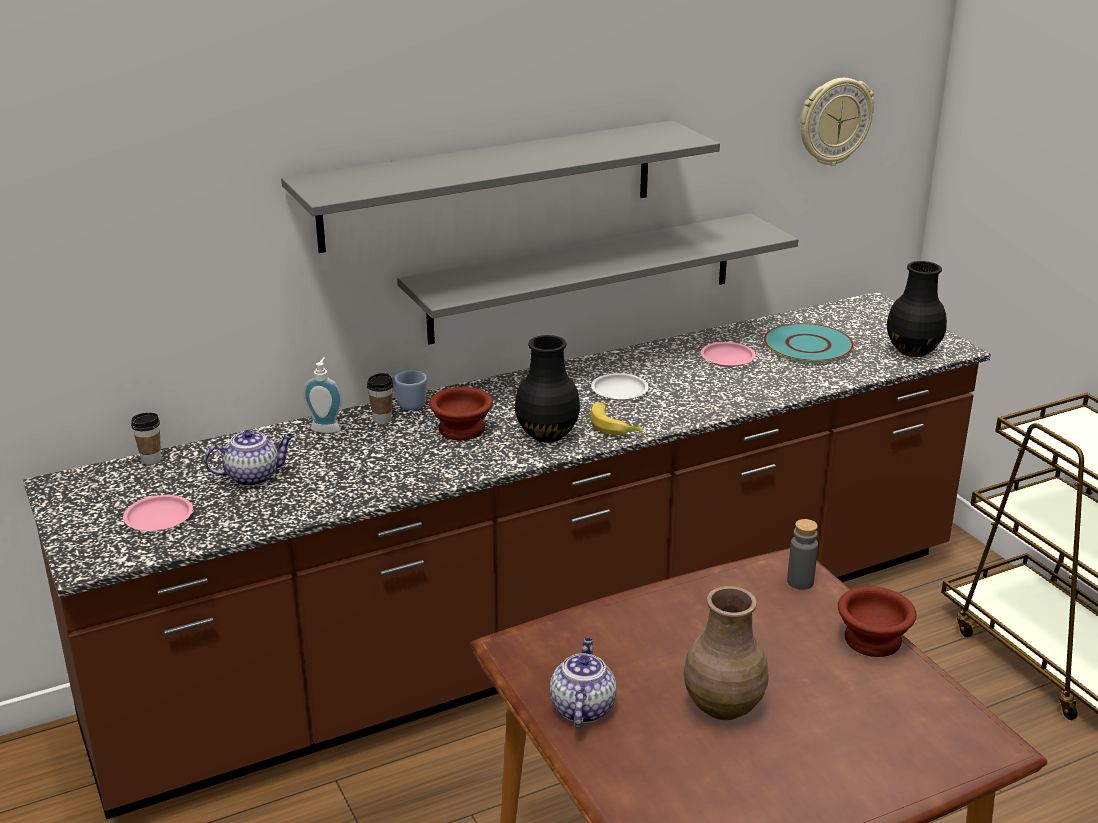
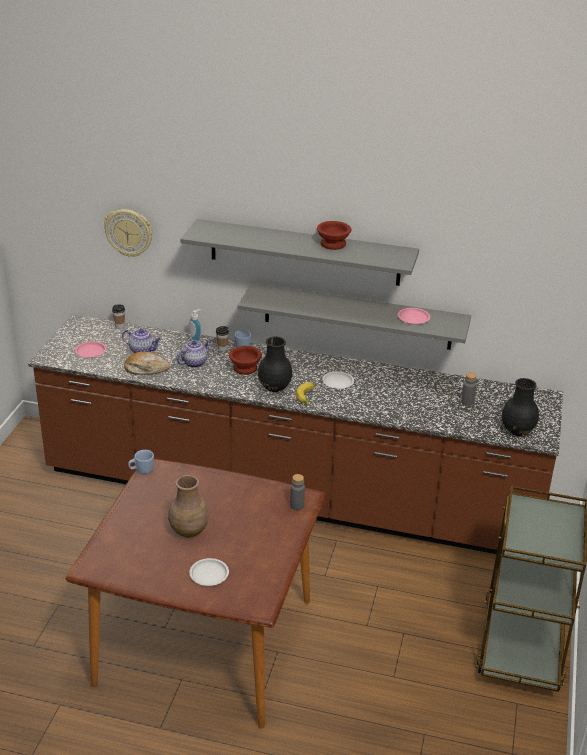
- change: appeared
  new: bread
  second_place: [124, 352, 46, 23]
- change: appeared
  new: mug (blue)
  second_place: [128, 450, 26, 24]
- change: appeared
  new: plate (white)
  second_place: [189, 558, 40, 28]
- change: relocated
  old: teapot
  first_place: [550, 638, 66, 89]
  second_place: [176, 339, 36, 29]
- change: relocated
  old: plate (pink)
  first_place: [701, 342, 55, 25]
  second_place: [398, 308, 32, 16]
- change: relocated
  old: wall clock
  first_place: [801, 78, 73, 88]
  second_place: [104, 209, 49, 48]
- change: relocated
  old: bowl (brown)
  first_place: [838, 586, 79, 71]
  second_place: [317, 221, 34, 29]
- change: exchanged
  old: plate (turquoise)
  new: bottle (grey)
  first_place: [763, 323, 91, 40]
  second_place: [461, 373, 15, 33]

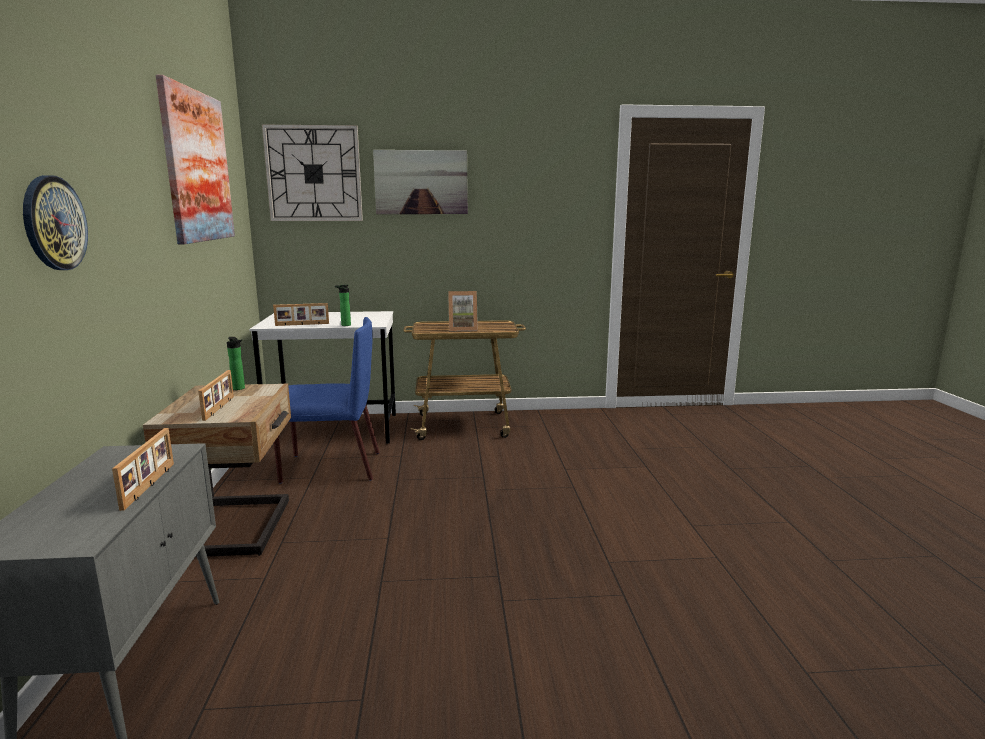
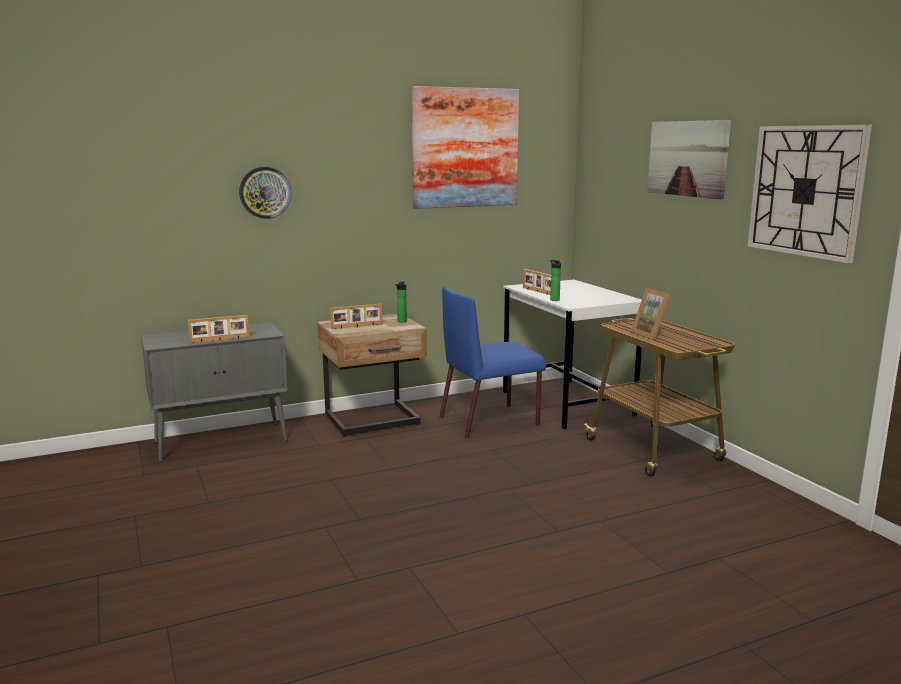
- change: relocated
  old: wall clock
  first_place: [262, 125, 101, 96]
  second_place: [747, 124, 125, 139]
- change: spun
  old: chair (blue)
  first_place: [274, 317, 106, 167]
  second_place: [439, 287, 107, 152]
  degrees: 90

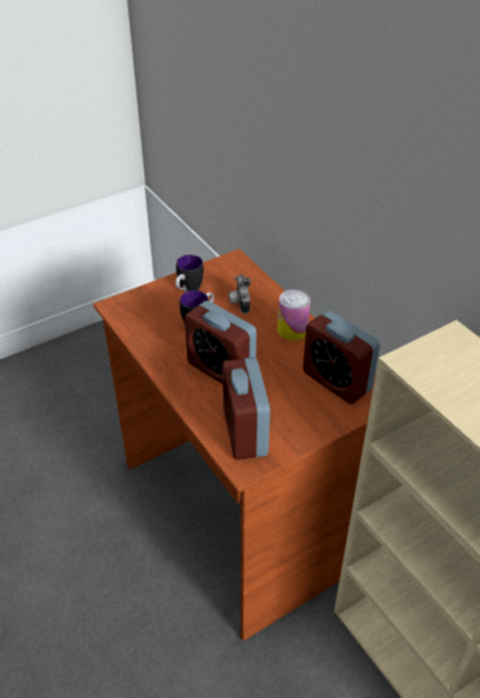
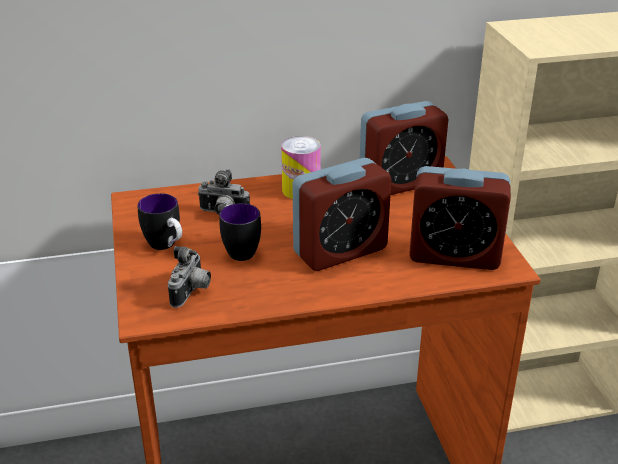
- change: appeared
  new: photo camera
  second_place: [168, 246, 43, 62]

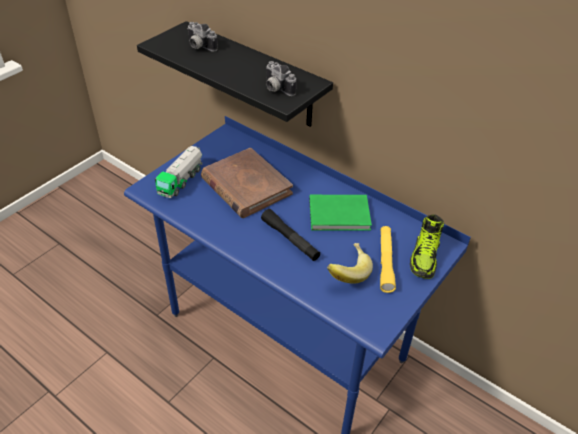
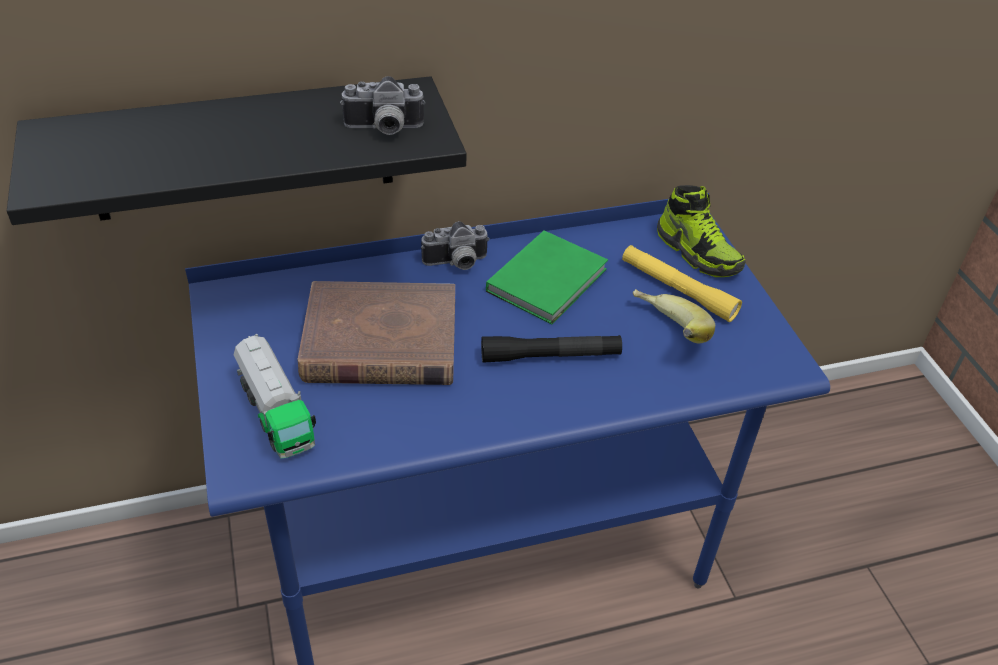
- change: relocated
  old: photo camera
  first_place: [187, 22, 31, 30]
  second_place: [421, 221, 69, 49]

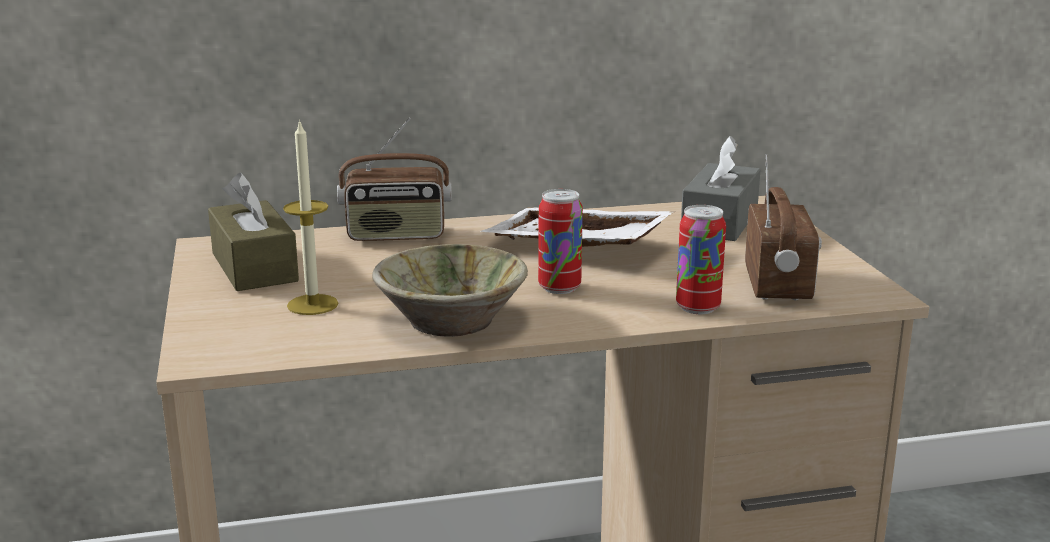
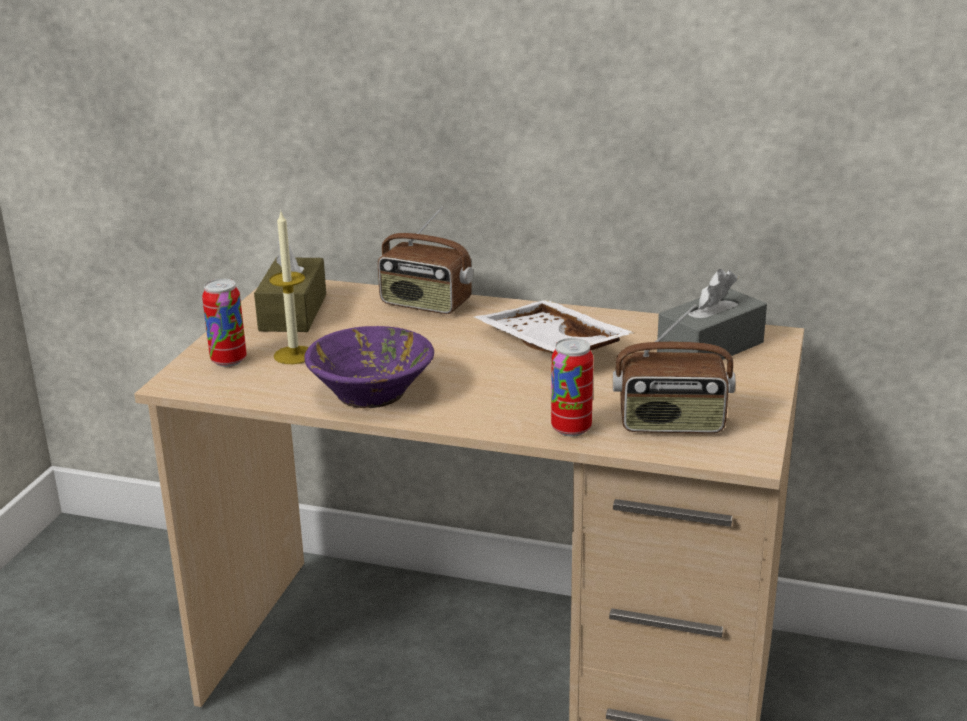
- change: relocated
  old: can
  first_place: [538, 189, 45, 105]
  second_place: [202, 279, 45, 88]
- change: colour
  old: bowl (beige)
  new: bowl (purple)
  first_place: [372, 244, 156, 93]
  second_place: [305, 326, 129, 82]
- change: spun
  old: radio
  first_place: [745, 154, 77, 146]
  second_place: [613, 304, 122, 129]
  degrees: 60

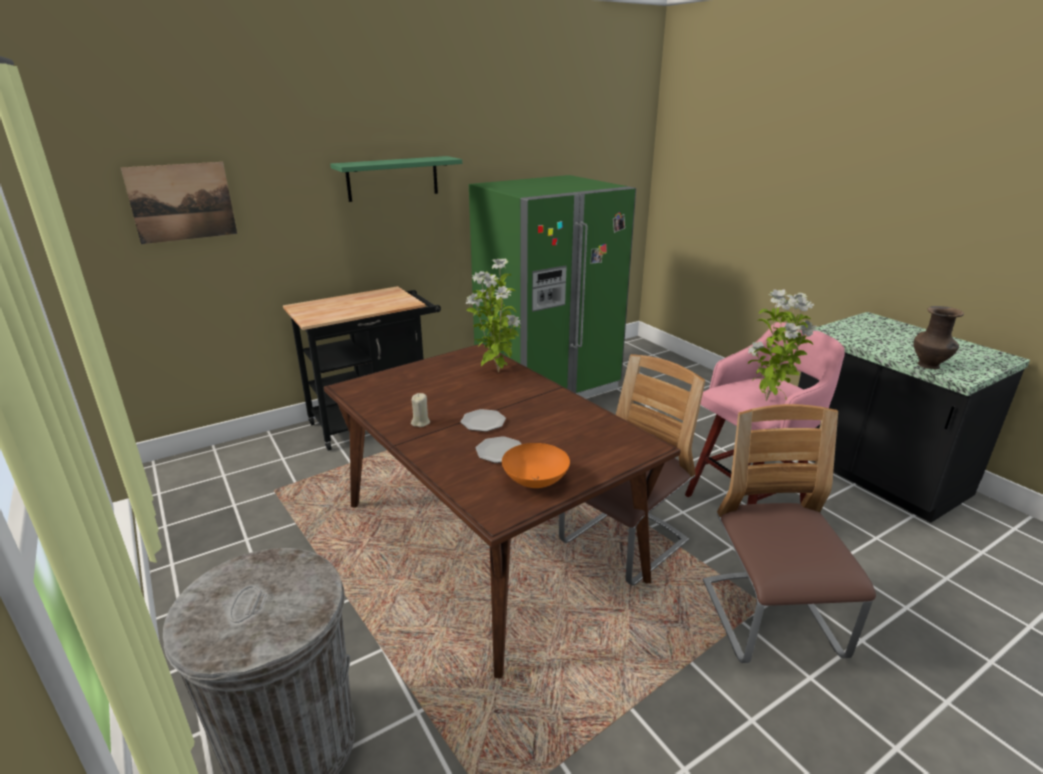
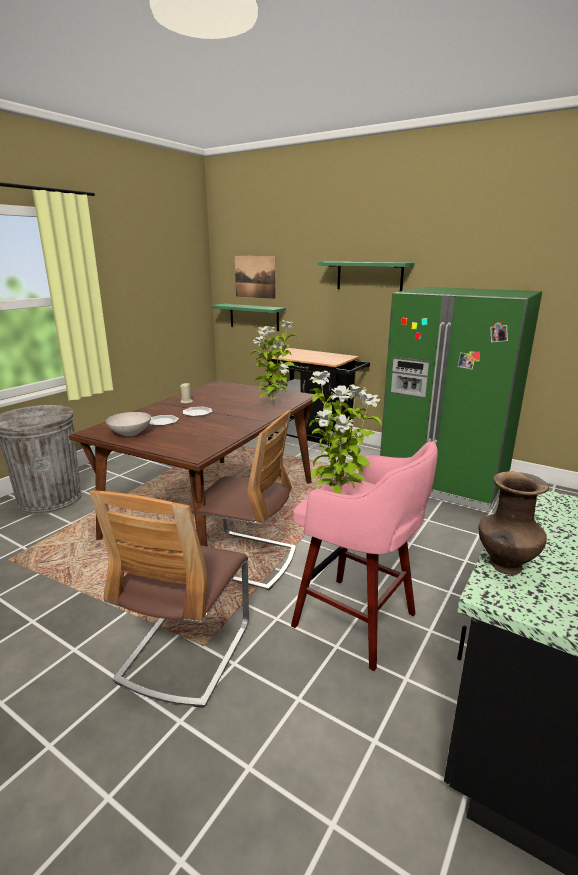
- change: appeared
  new: shelf (green)
  second_place: [211, 304, 75, 27]
- change: colour
  old: bowl (orange)
  new: bowl (white)
  first_place: [502, 443, 68, 45]
  second_place: [106, 412, 45, 24]
- change: spun
  old: chair
  first_place: [703, 404, 173, 259]
  second_place: [90, 490, 159, 218]
  degrees: 135

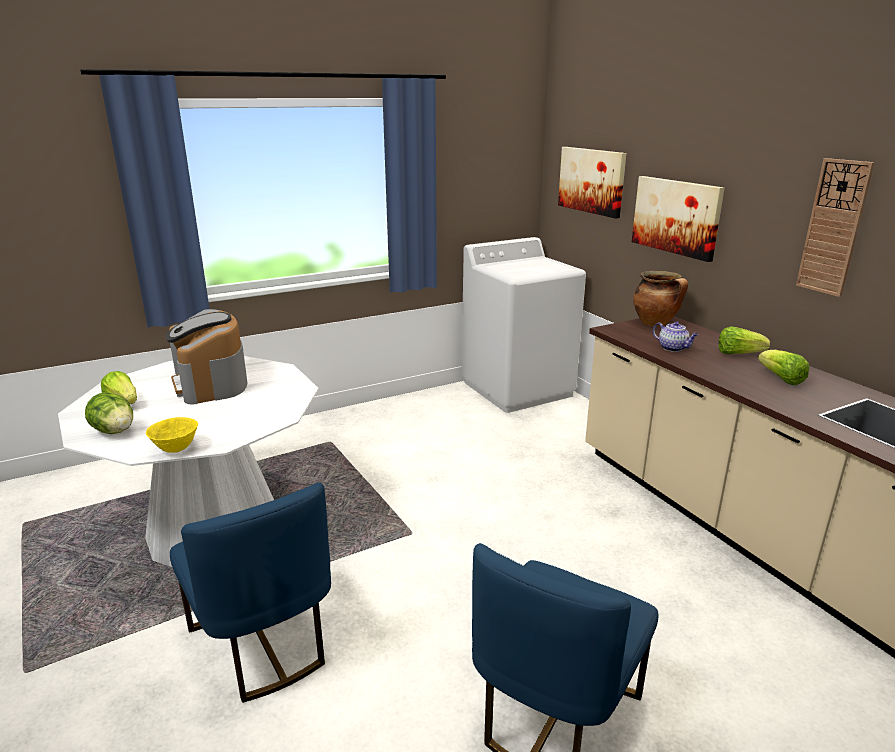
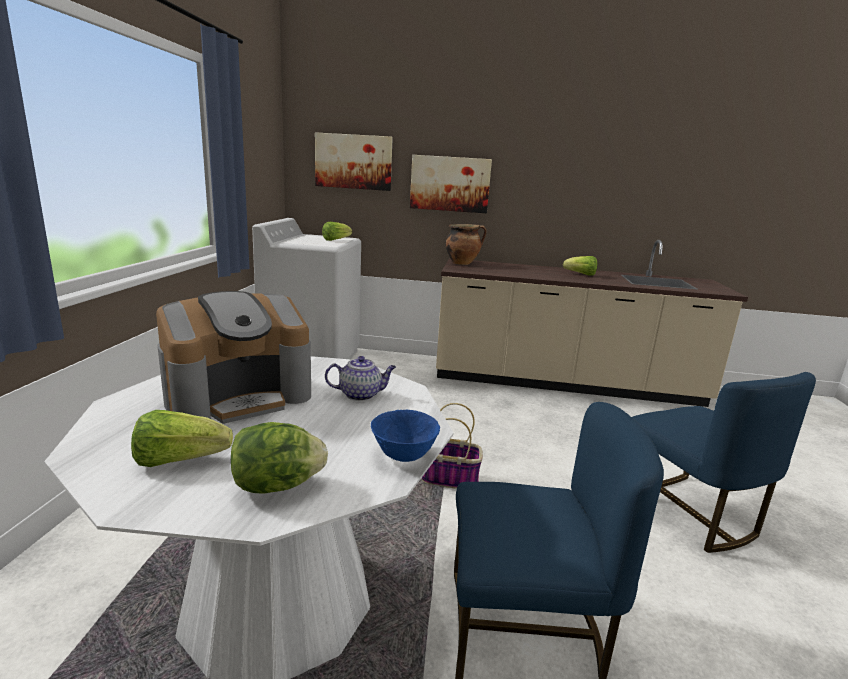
- change: missing
  old: wall clock
  first_place: [796, 158, 79, 139]
- change: appeared
  new: basket
  second_place: [422, 403, 61, 86]
- change: relocated
  old: teapot
  first_place: [653, 322, 46, 30]
  second_place: [325, 356, 71, 45]
- change: relocated
  old: lettuce
  first_place: [719, 326, 51, 29]
  second_place: [322, 222, 30, 19]
- change: colour
  old: bowl (yellow)
  new: bowl (blue)
  first_place: [146, 417, 52, 36]
  second_place: [371, 410, 69, 52]
- change: spun
  old: coffee machine
  first_place: [165, 309, 83, 96]
  second_place: [156, 291, 155, 133]
  degrees: -45

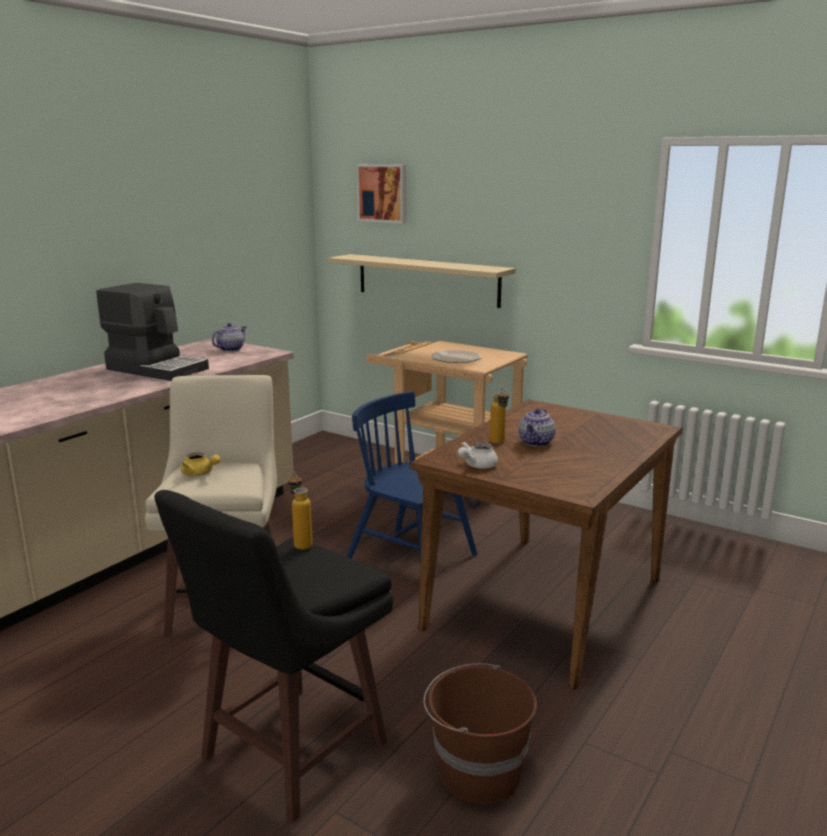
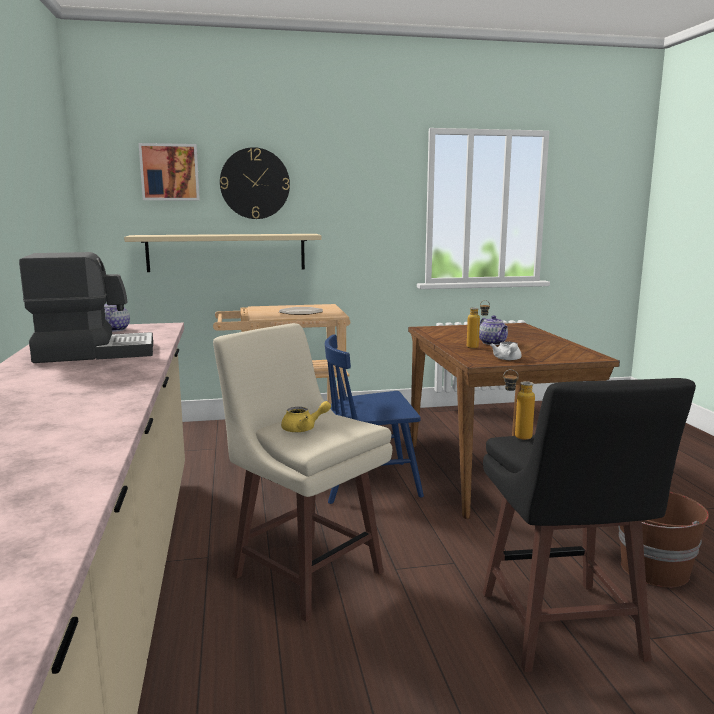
- change: appeared
  new: wall clock
  second_place: [220, 147, 70, 72]

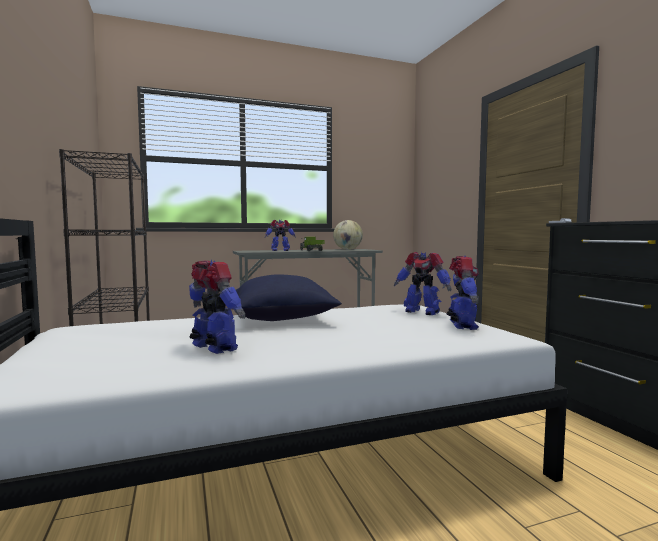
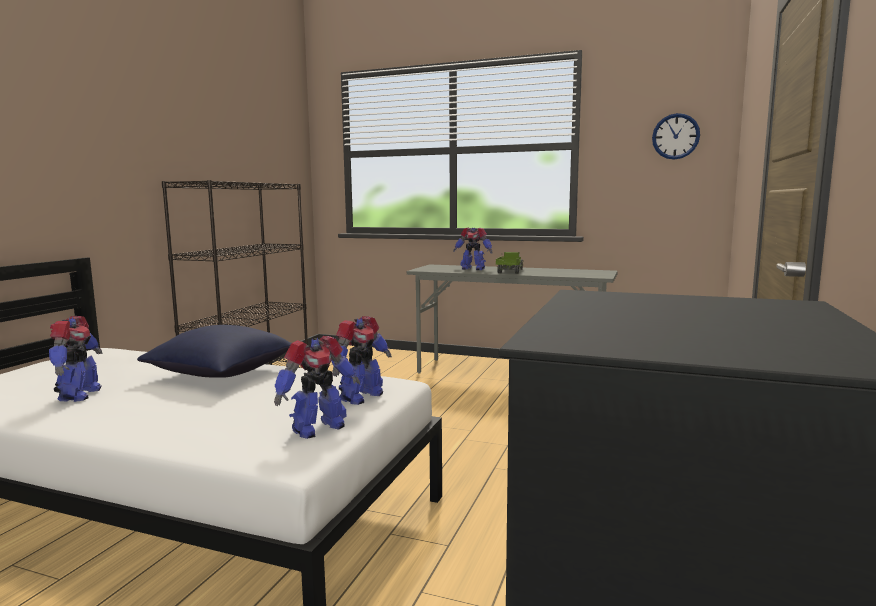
- change: missing
  old: globe
  first_place: [333, 220, 30, 30]
- change: appeared
  new: wall clock
  second_place: [652, 113, 48, 47]
- change: spun
  old: toy robot
  first_place: [394, 251, 57, 64]
  second_place: [331, 316, 61, 89]
  degrees: -135

